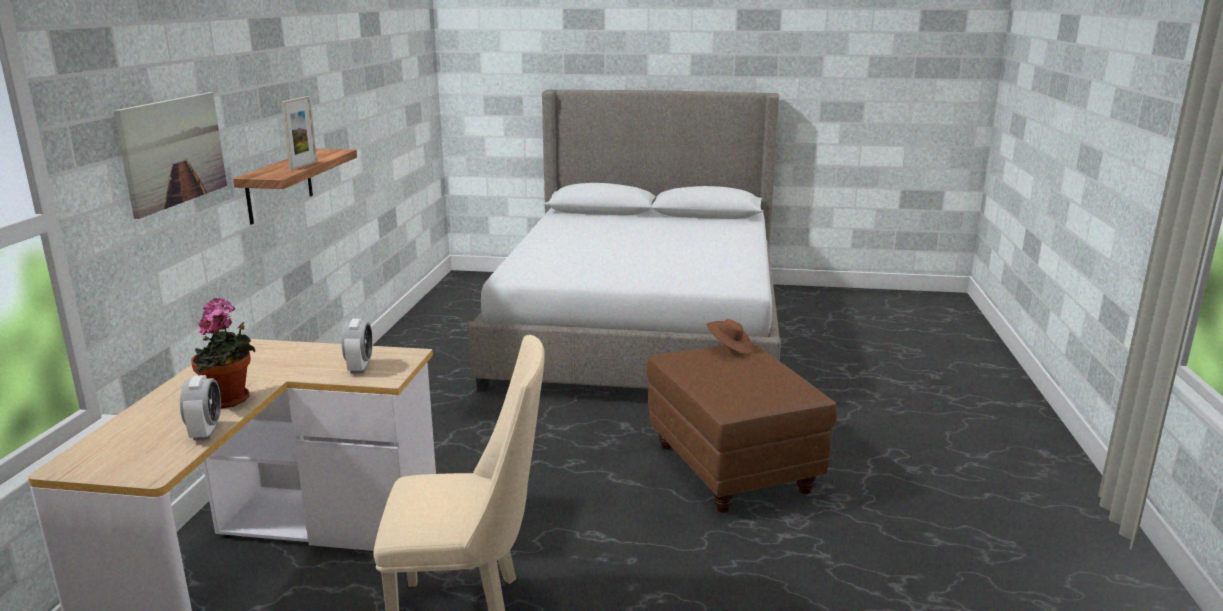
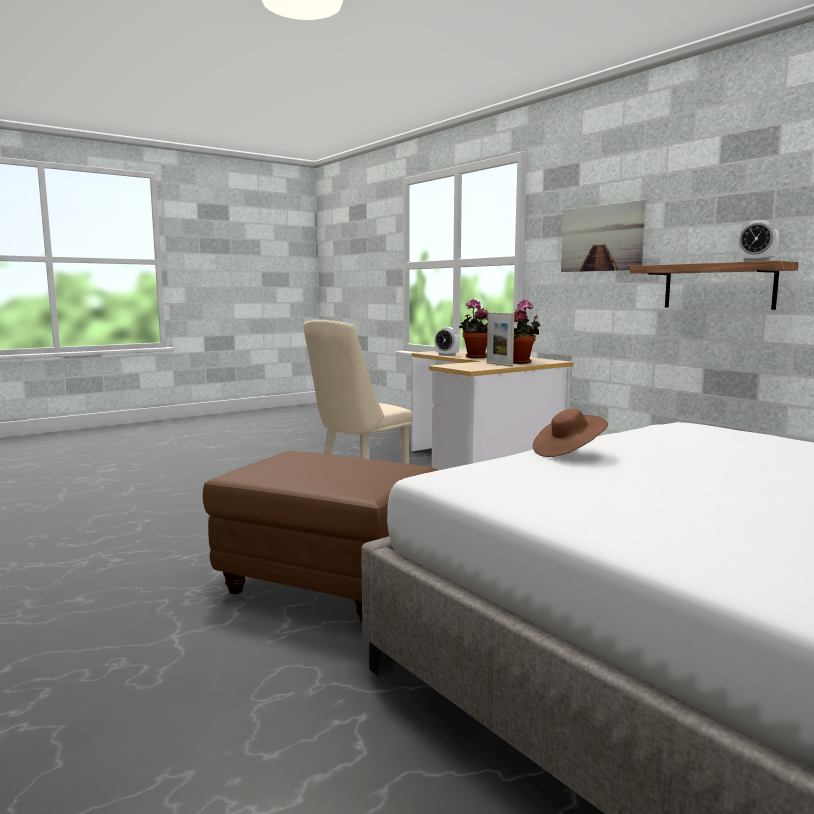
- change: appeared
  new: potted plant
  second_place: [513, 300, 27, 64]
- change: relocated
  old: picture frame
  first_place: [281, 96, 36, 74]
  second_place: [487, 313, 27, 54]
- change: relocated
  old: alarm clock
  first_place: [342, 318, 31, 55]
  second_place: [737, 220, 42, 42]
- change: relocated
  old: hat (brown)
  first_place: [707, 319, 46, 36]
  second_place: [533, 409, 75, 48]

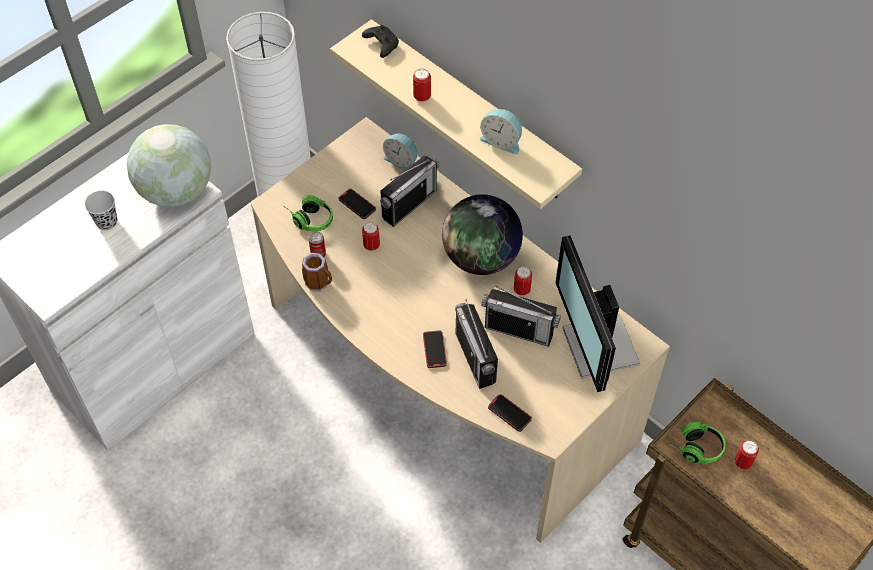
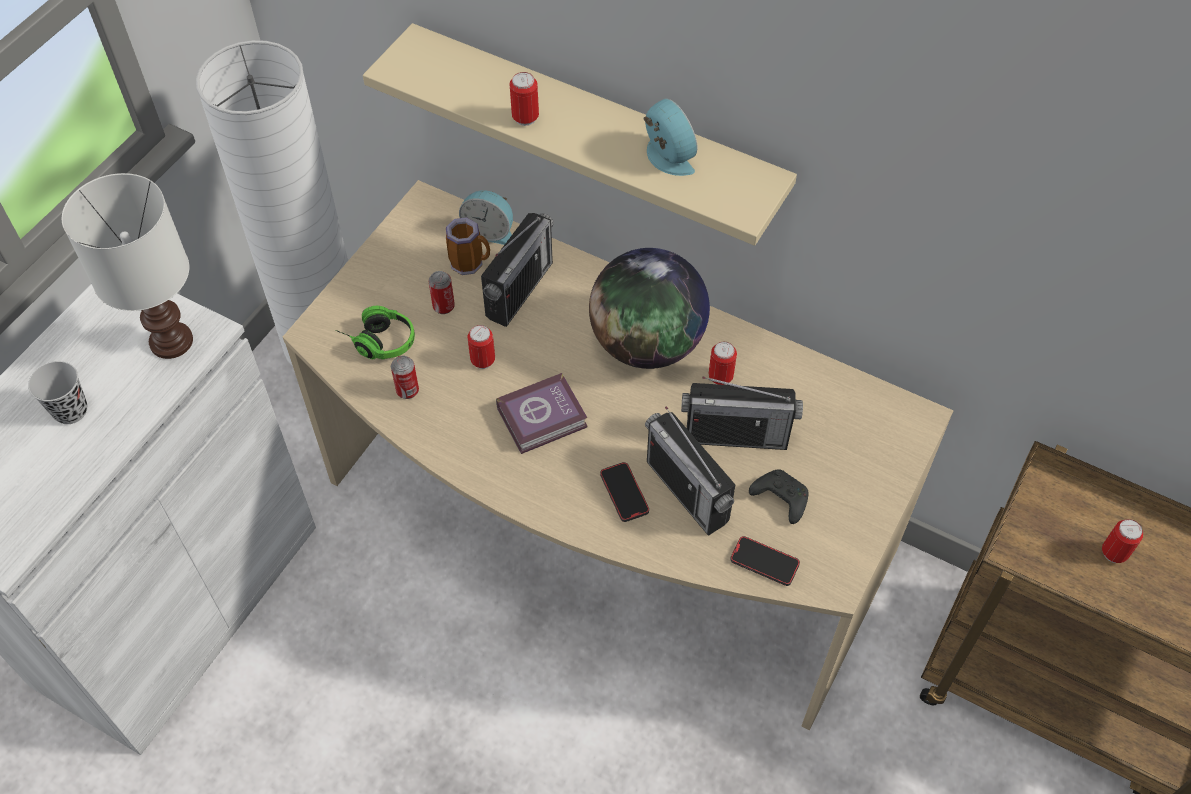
- change: missing
  old: monitor
  first_place: [555, 235, 85, 157]
- change: missing
  old: headphones
  first_place: [667, 422, 59, 42]
- change: appeared
  new: book
  second_place: [496, 373, 92, 81]
- change: relocated
  old: mug
  first_place: [302, 253, 30, 39]
  second_place: [446, 217, 44, 58]
- change: relocated
  old: game controller (black)
  first_place: [362, 25, 37, 33]
  second_place: [749, 469, 59, 55]
- change: exchanged
  old: globe
  new: table lamp (white)
  first_place: [127, 124, 84, 83]
  second_place: [62, 173, 131, 186]
- change: exchanged
  old: phone
  new: can
  first_place: [339, 189, 37, 30]
  second_place: [428, 271, 27, 43]
- change: spun
  old: alarm clock
  first_place: [480, 109, 42, 45]
  second_place: [644, 98, 54, 78]
  degrees: -135

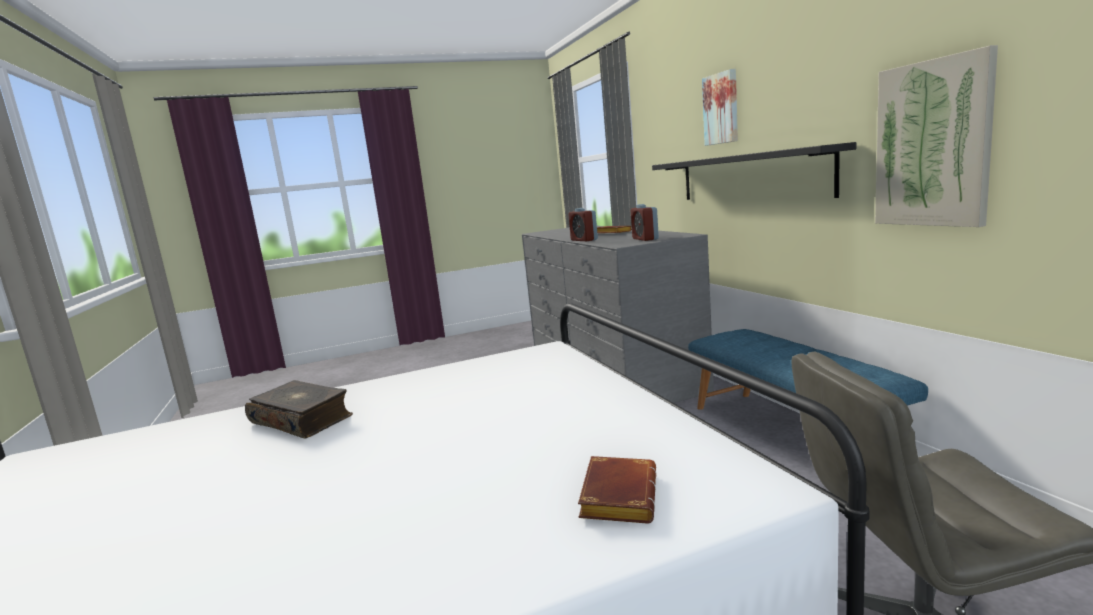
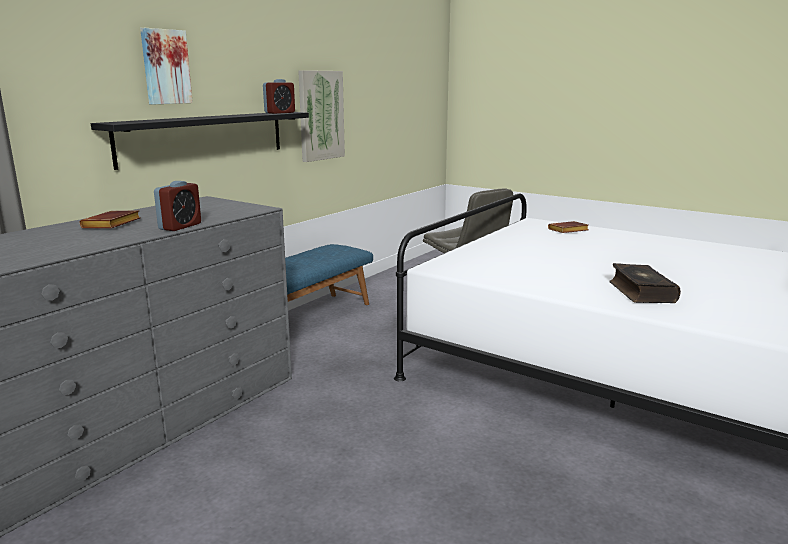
- change: relocated
  old: alarm clock
  first_place: [631, 204, 28, 37]
  second_place: [263, 79, 32, 35]

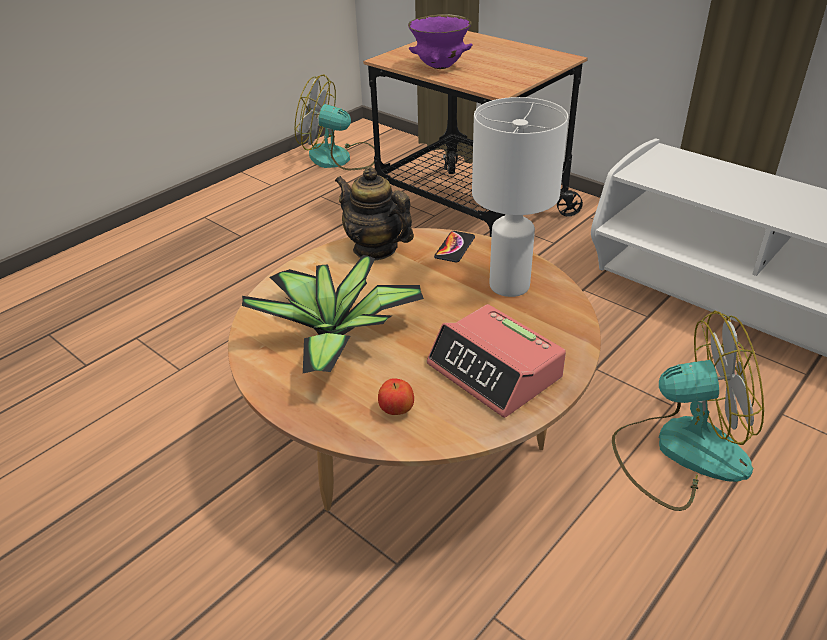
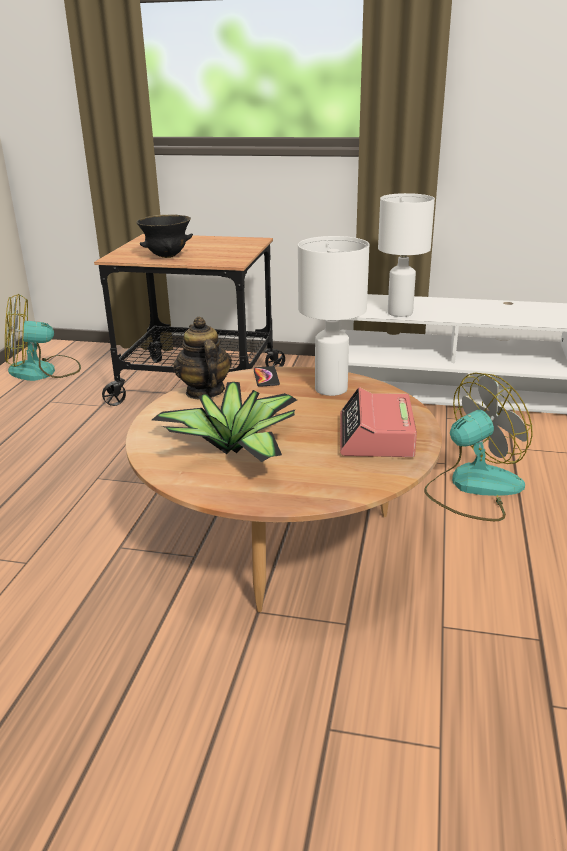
- change: missing
  old: apple
  first_place: [378, 378, 36, 37]
- change: appeared
  new: table lamp (white)
  second_place: [378, 193, 57, 124]
- change: colour
  old: bowl (purple)
  new: bowl (black)
  first_place: [408, 14, 65, 55]
  second_place: [136, 214, 57, 44]
- change: spun
  old: teapot
  first_place: [335, 167, 79, 94]
  second_place: [173, 317, 59, 82]
  degrees: 60
- change: spun
  old: alarm clock
  first_place: [426, 304, 140, 114]
  second_place: [340, 387, 77, 70]
  degrees: 75

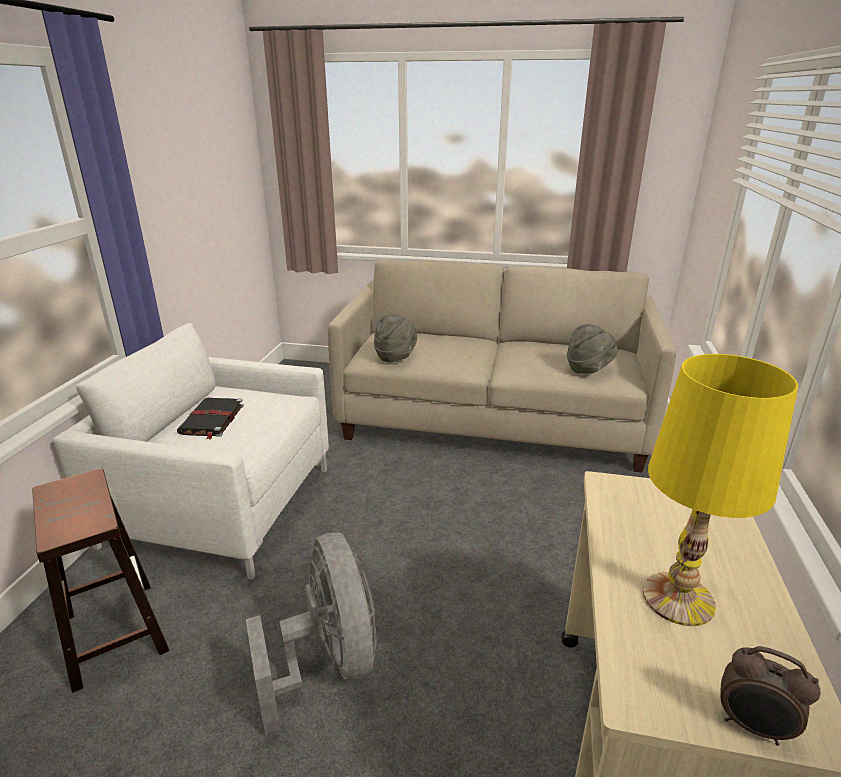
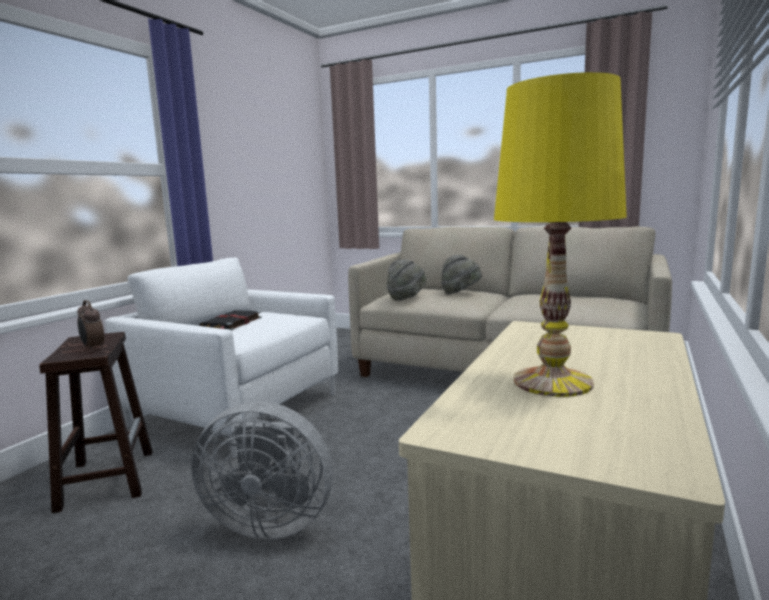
- change: relocated
  old: hat (grey)
  first_place: [567, 324, 50, 50]
  second_place: [441, 255, 41, 39]
- change: relocated
  old: alarm clock
  first_place: [720, 646, 101, 100]
  second_place: [77, 300, 27, 52]
- change: spun
  old: fan (grey)
  first_place: [246, 532, 130, 202]
  second_place: [191, 402, 142, 138]
  degrees: 105

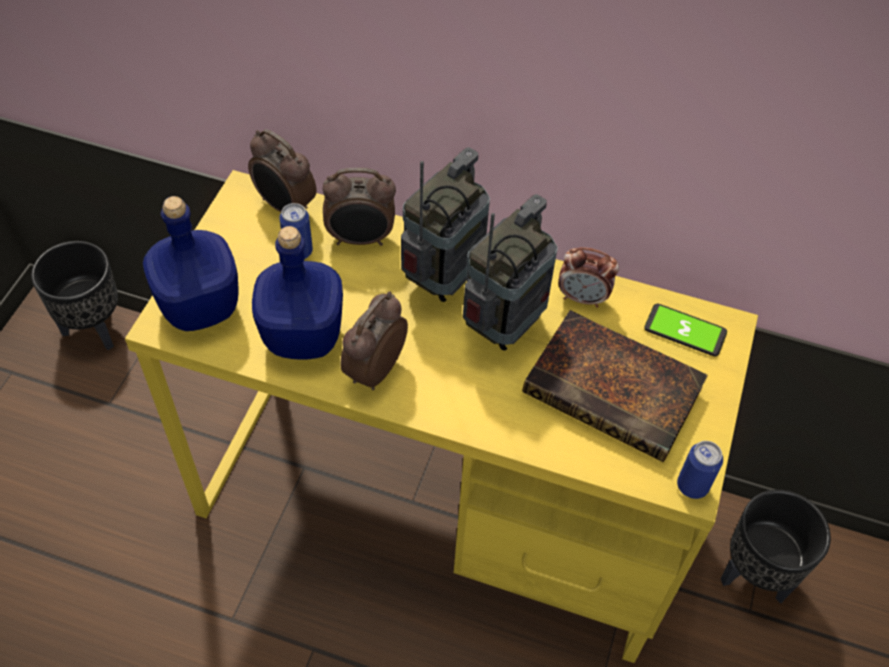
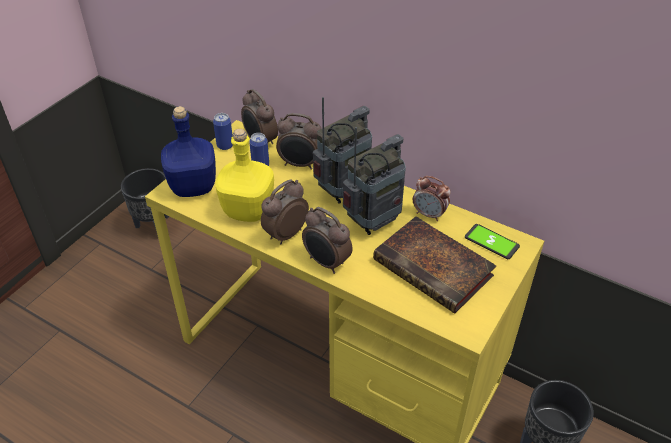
- change: appeared
  new: alarm clock
  second_place: [302, 207, 51, 67]
- change: relocated
  old: can
  first_place: [677, 441, 46, 58]
  second_place: [213, 113, 20, 37]
- change: colour
  old: bottle (blue)
  new: bottle (yellow)
  first_place: [252, 226, 91, 134]
  second_place: [215, 129, 59, 93]

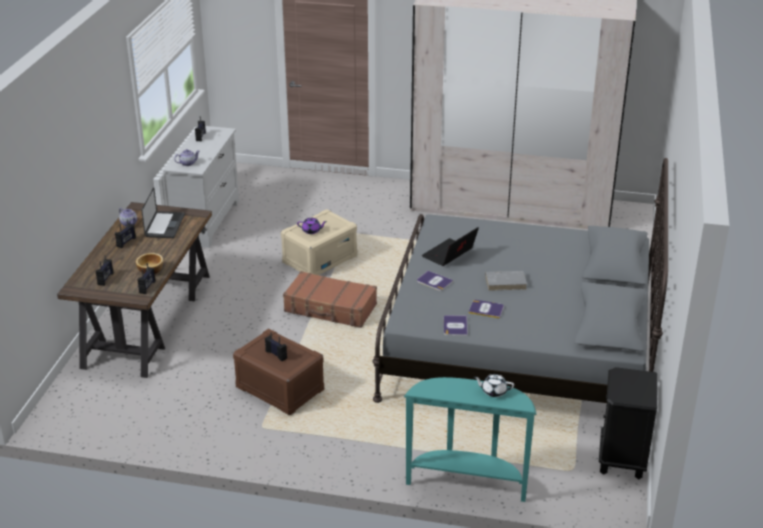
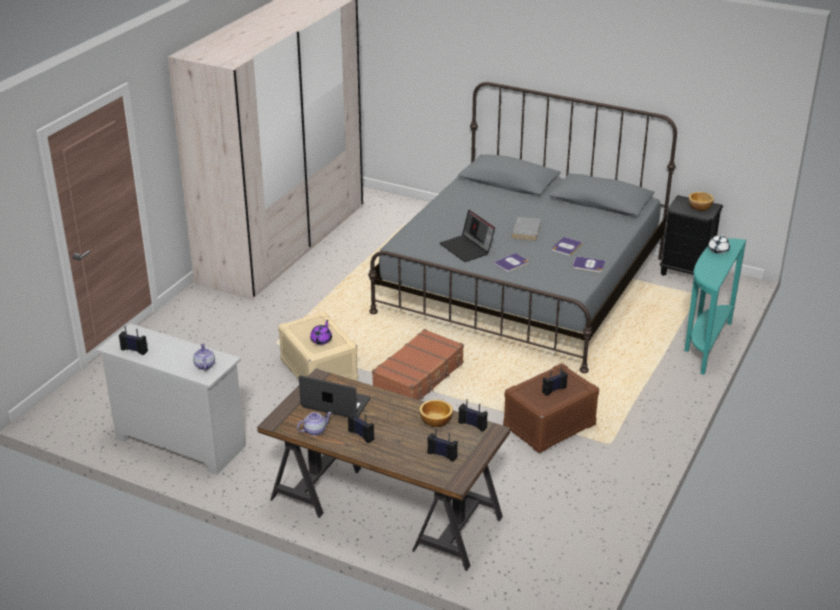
- change: appeared
  new: bowl
  second_place: [689, 192, 25, 19]

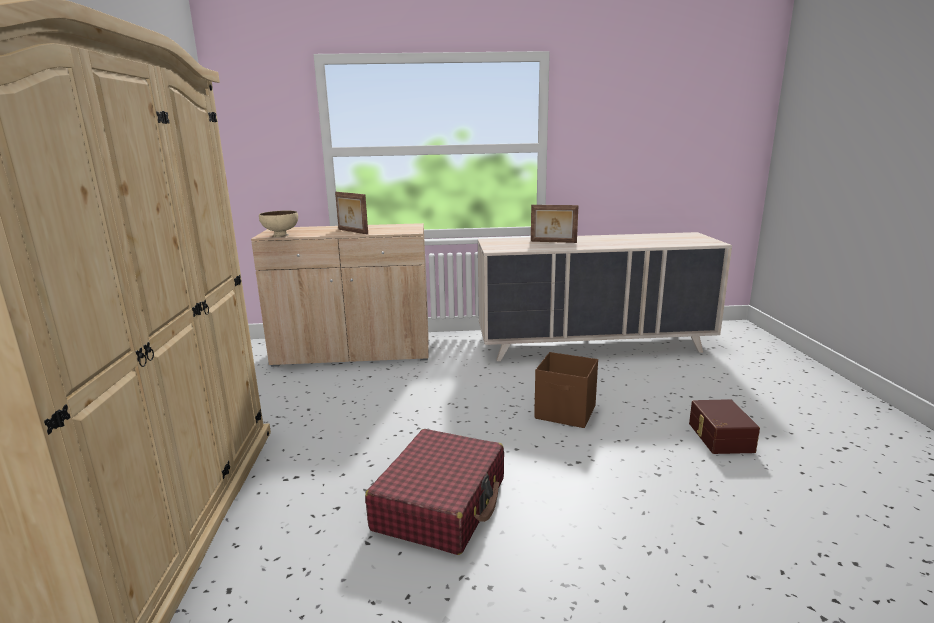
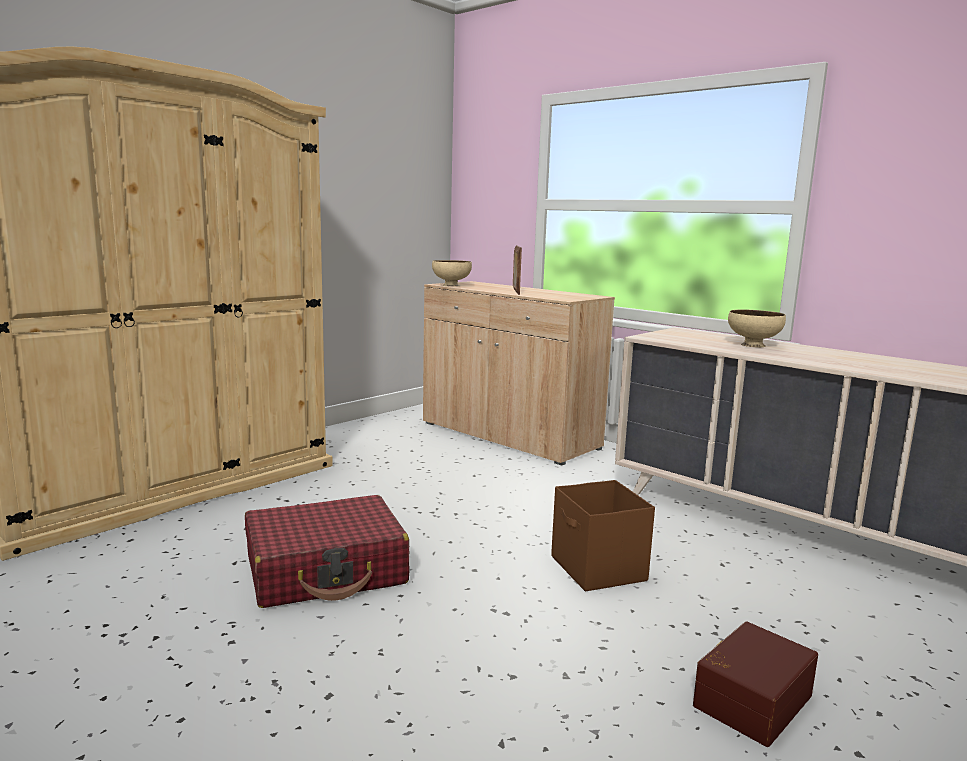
- change: exchanged
  old: picture frame
  new: bowl (beige)
  first_place: [531, 205, 48, 38]
  second_place: [728, 309, 58, 38]

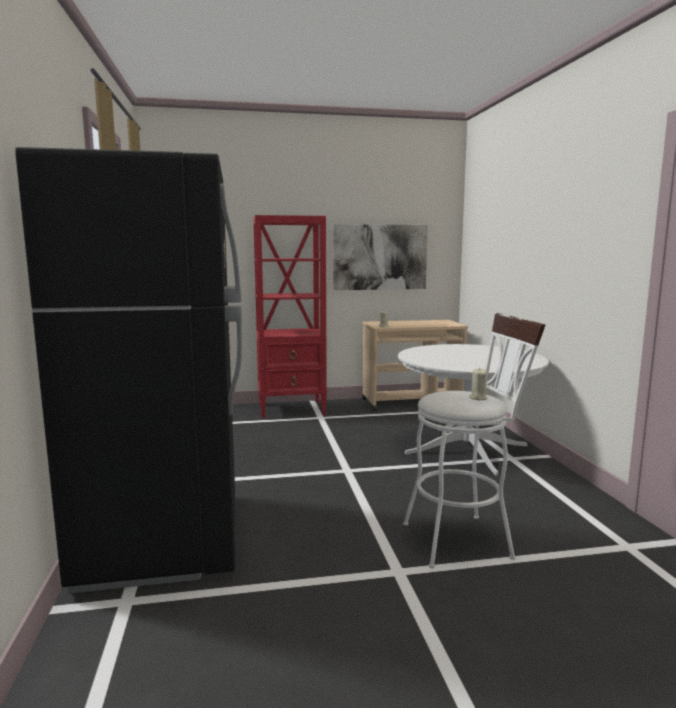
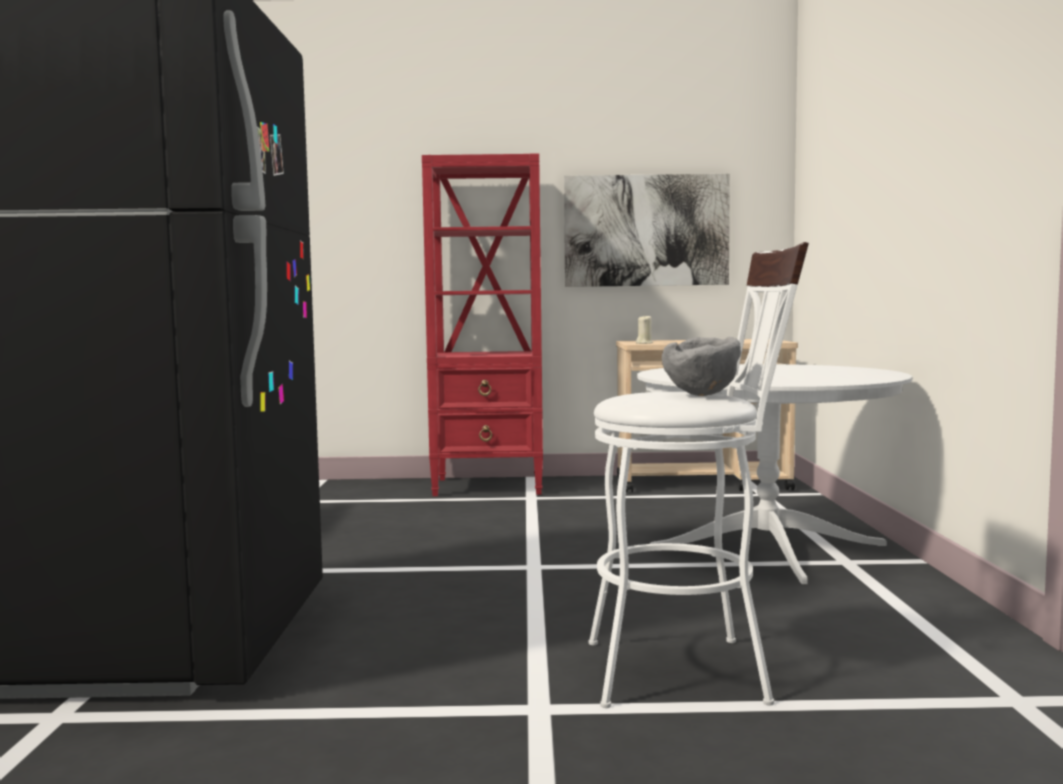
- change: exchanged
  old: candle (beige)
  new: bowl (grey)
  first_place: [469, 368, 18, 32]
  second_place: [662, 337, 79, 59]

